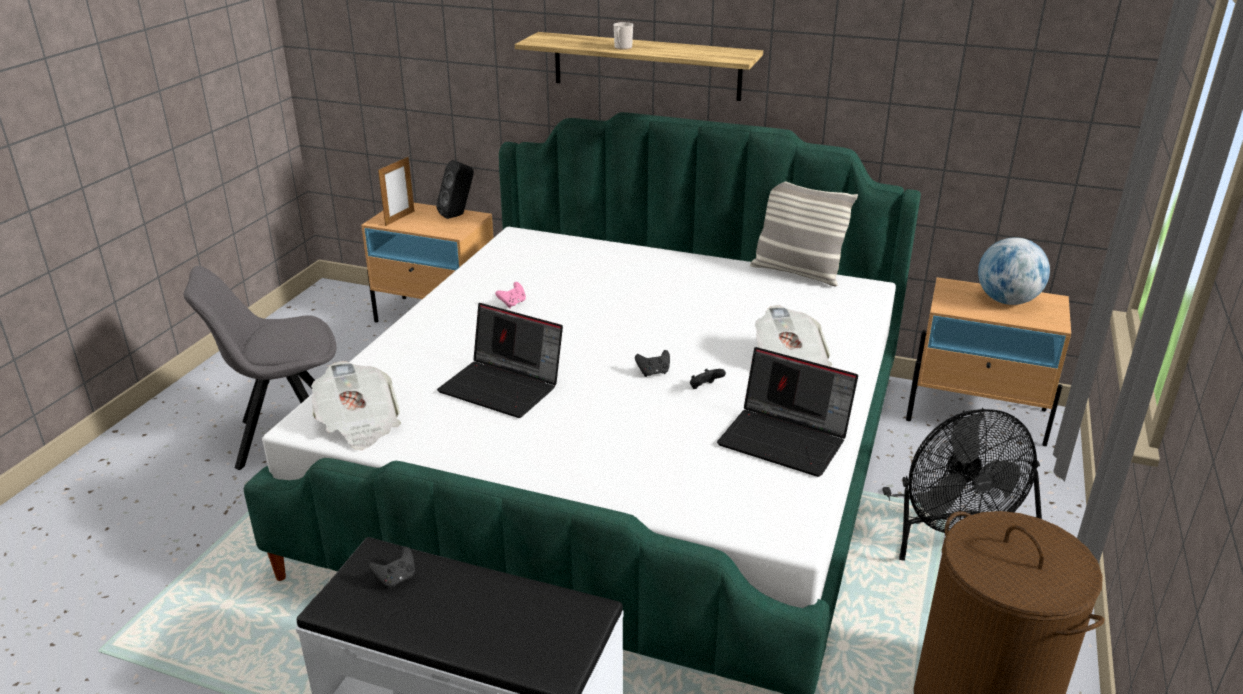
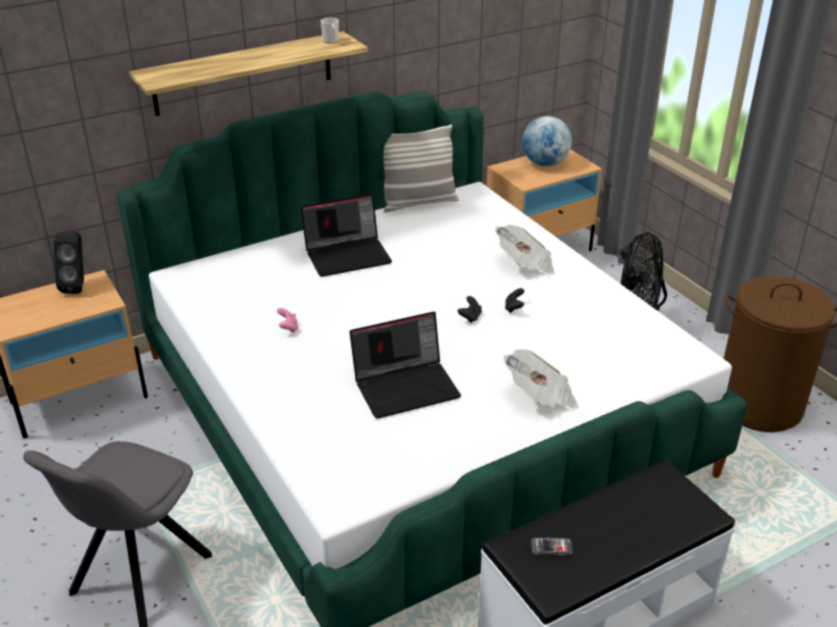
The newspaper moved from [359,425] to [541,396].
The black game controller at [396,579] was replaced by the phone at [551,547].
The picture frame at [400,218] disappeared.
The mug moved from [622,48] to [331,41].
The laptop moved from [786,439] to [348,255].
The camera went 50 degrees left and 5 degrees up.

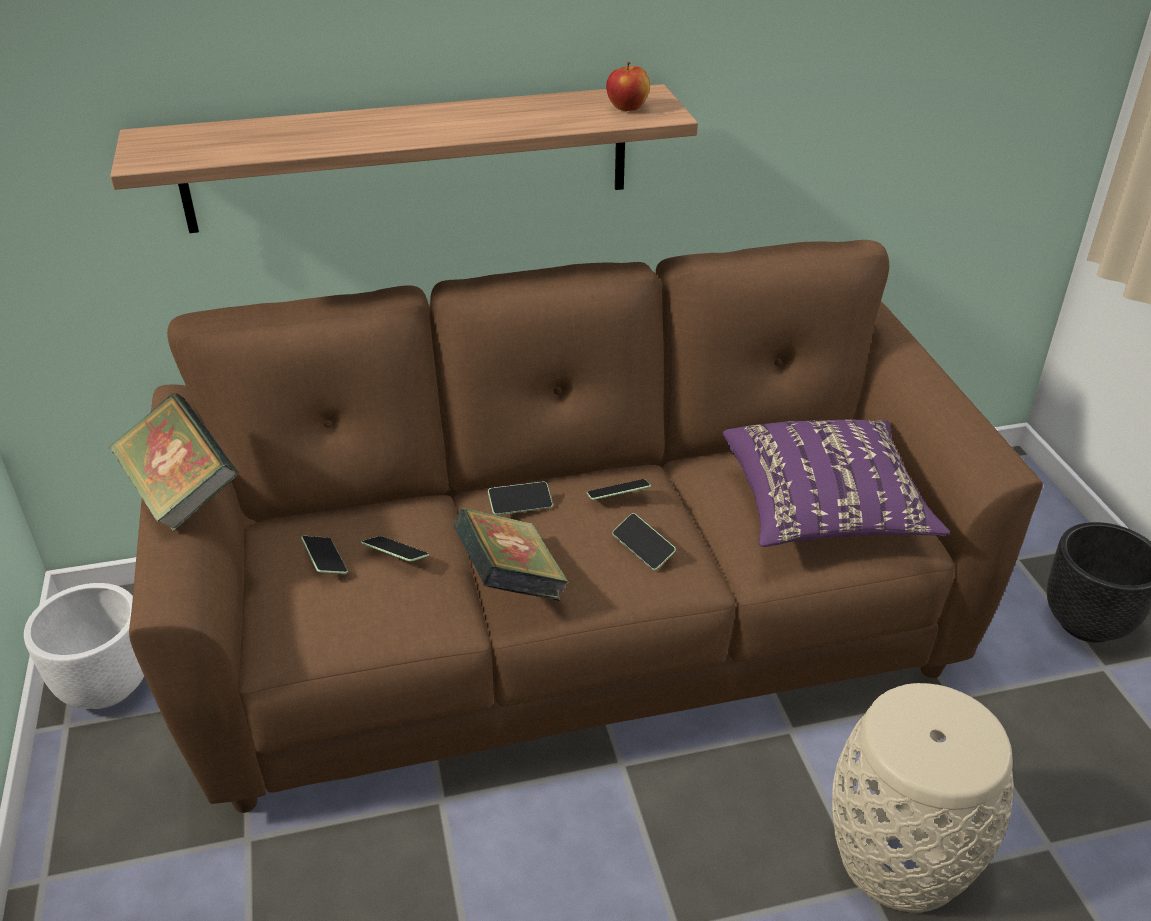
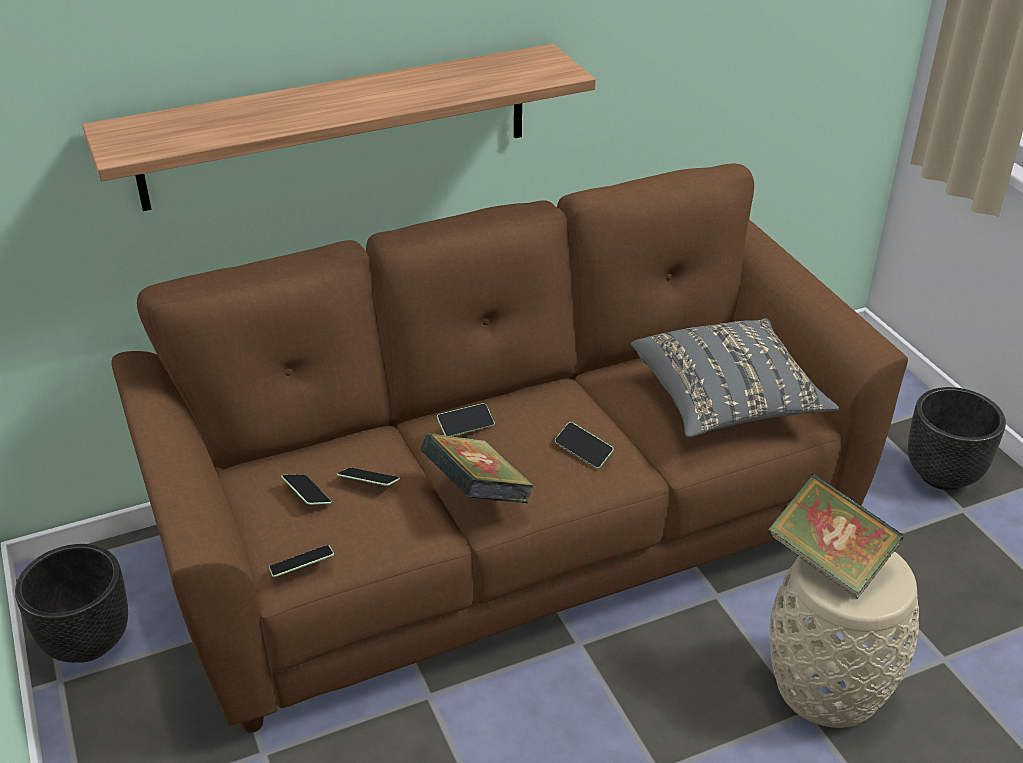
The white planter at [104,686] became the black planter at [86,641].
The book moved from [181,492] to [829,561].
The phone moved from [618,496] to [302,567].
The apple at [627,108] disappeared.
The purple pillow at [823,509] became the grey pillow at [726,401].
The camera went 10 degrees left and 0 degrees up.

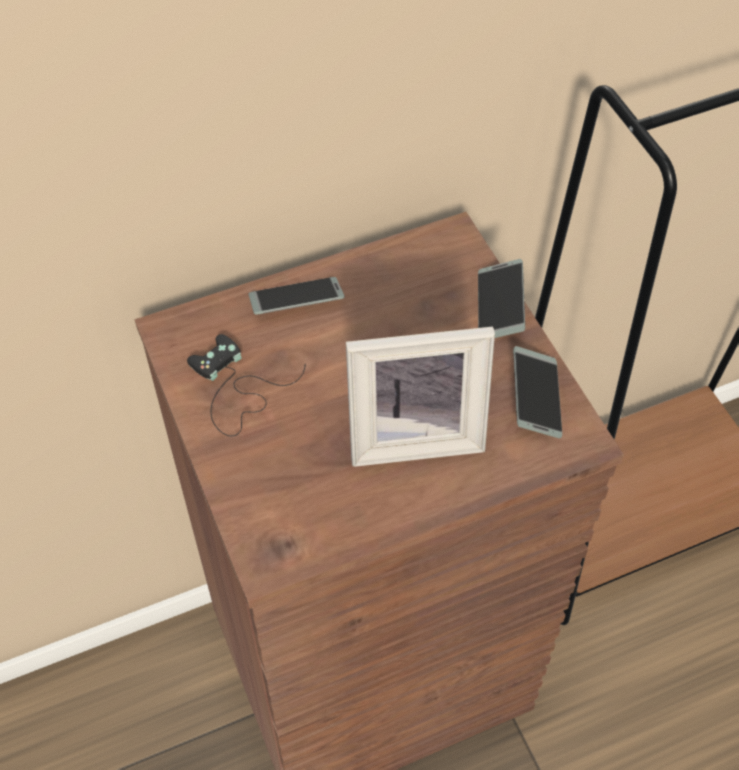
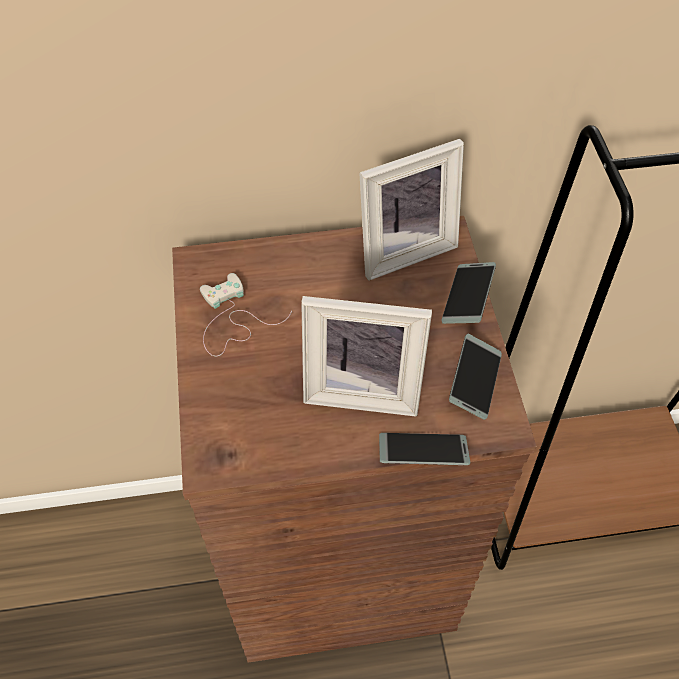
The black game controller at [236,389] became the white game controller at [232,319].
The phone moved from [296,302] to [422,453].
The picture frame at [403,248] appeared.
The camera went 15 degrees right and 0 degrees up.

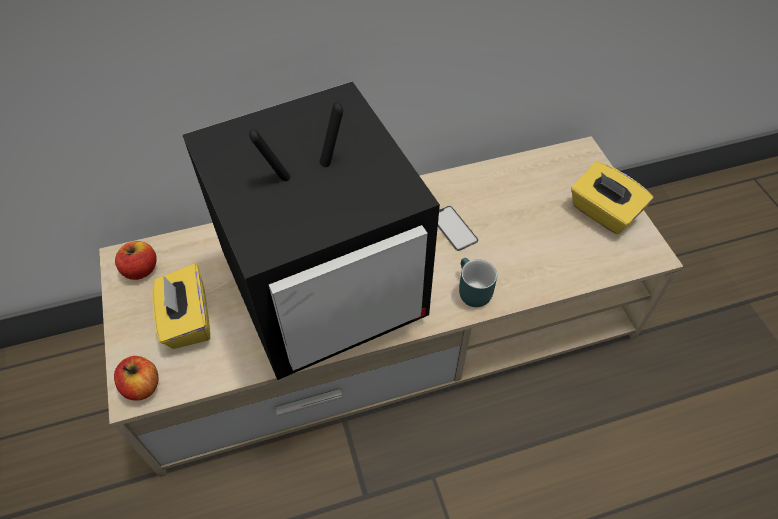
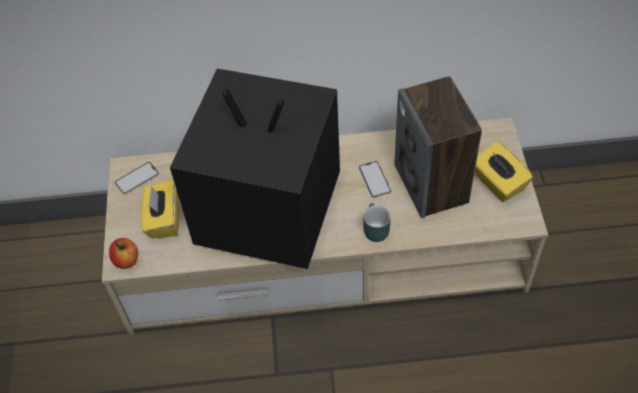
The apple at [141,269] was replaced by the phone at [137,178].
The television at [326,289] turned 150 degrees counterclockwise.
The speaker at [431,184] appeared.
The camera went 15 degrees right and 0 degrees up.

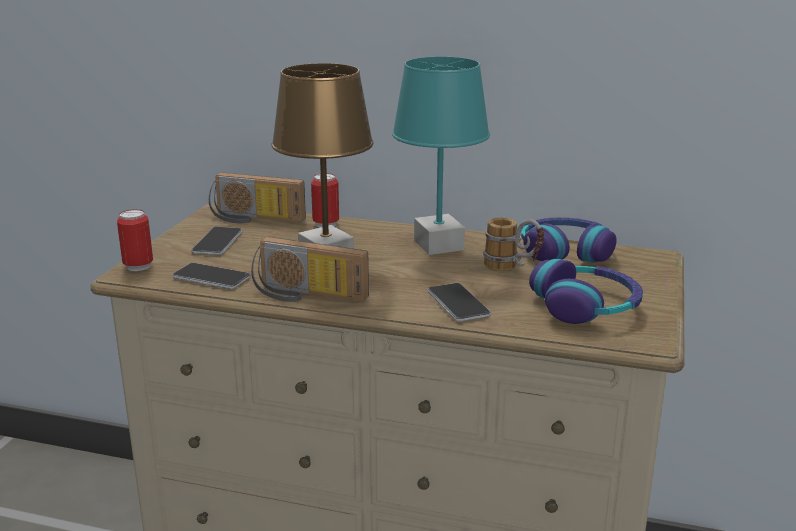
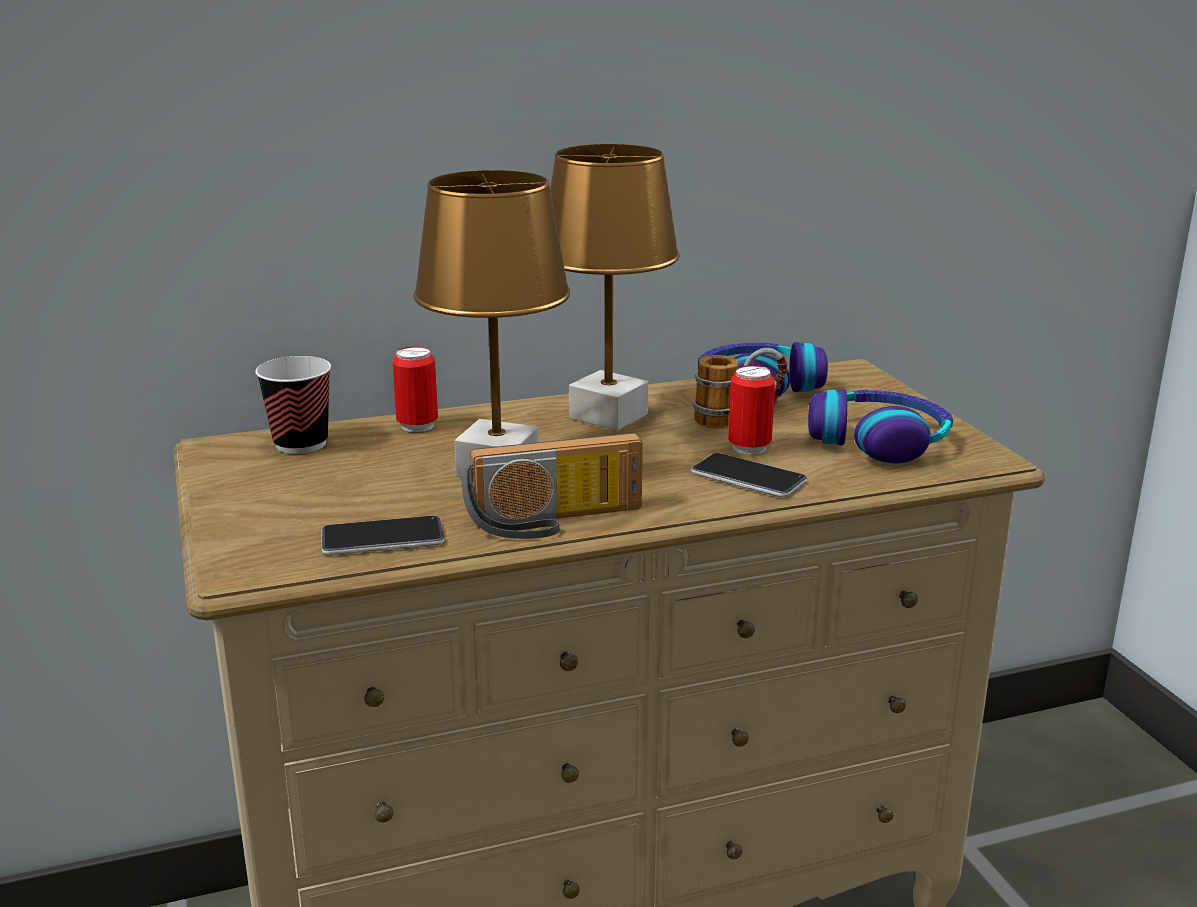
The can moved from [138,266] to [749,448].
The phone at [217,242] disappeared.
The radio at [254,219] was replaced by the cup at [301,444].
The turquoise table lamp at [439,245] became the brown table lamp at [610,416].
The camera went 35 degrees left and 0 degrees up.

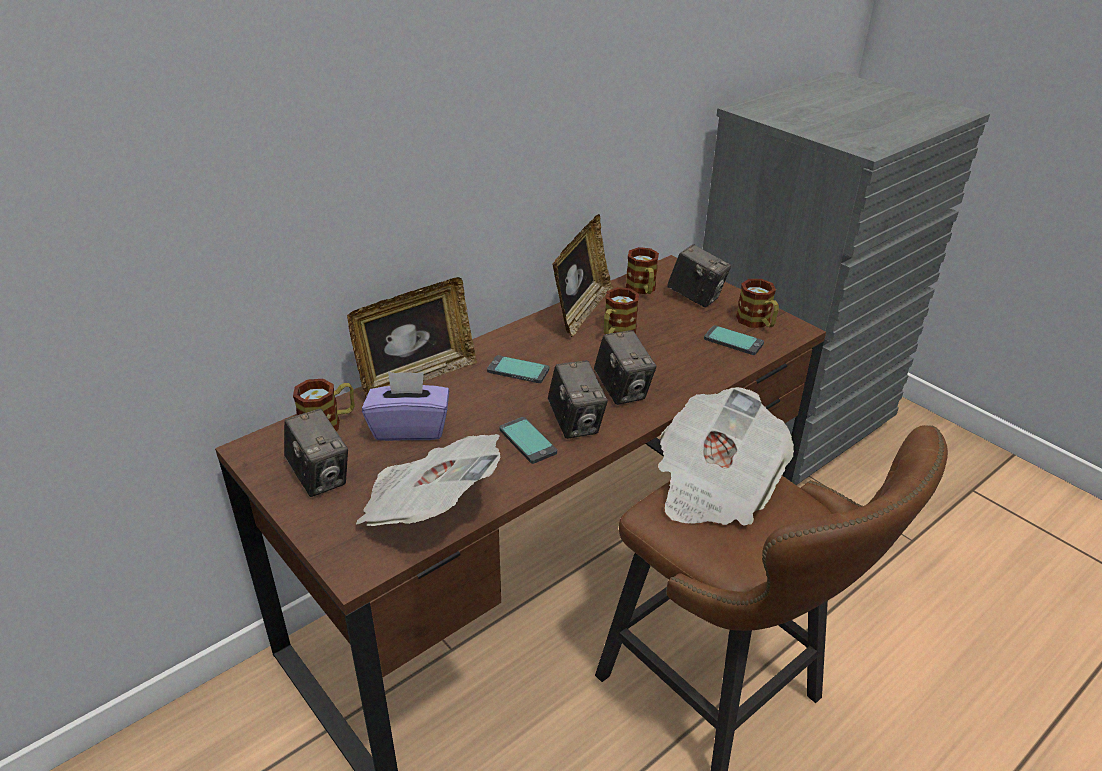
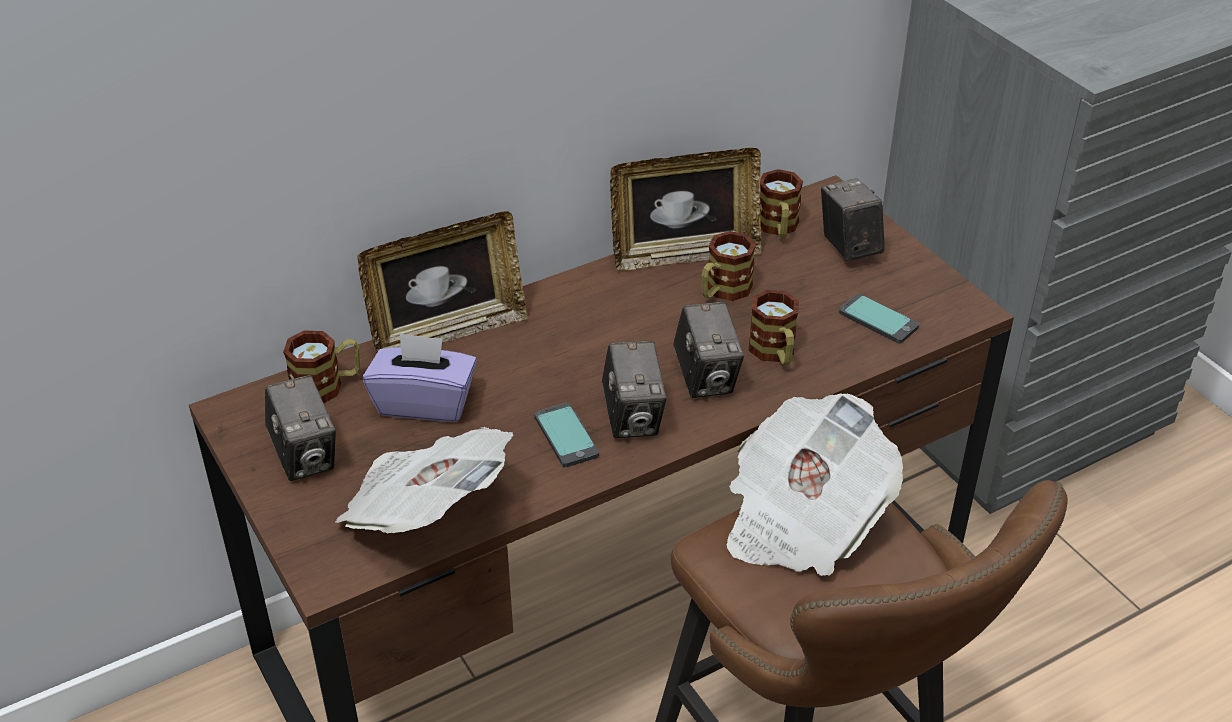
The phone at [518,371] disappeared.
The picture frame at [581,311] turned 45 degrees clockwise.
The photo camera at [696,297] turned 150 degrees counterclockwise.
The mug moved from [757,323] to [775,353].
The camera went 10 degrees right and 5 degrees up.

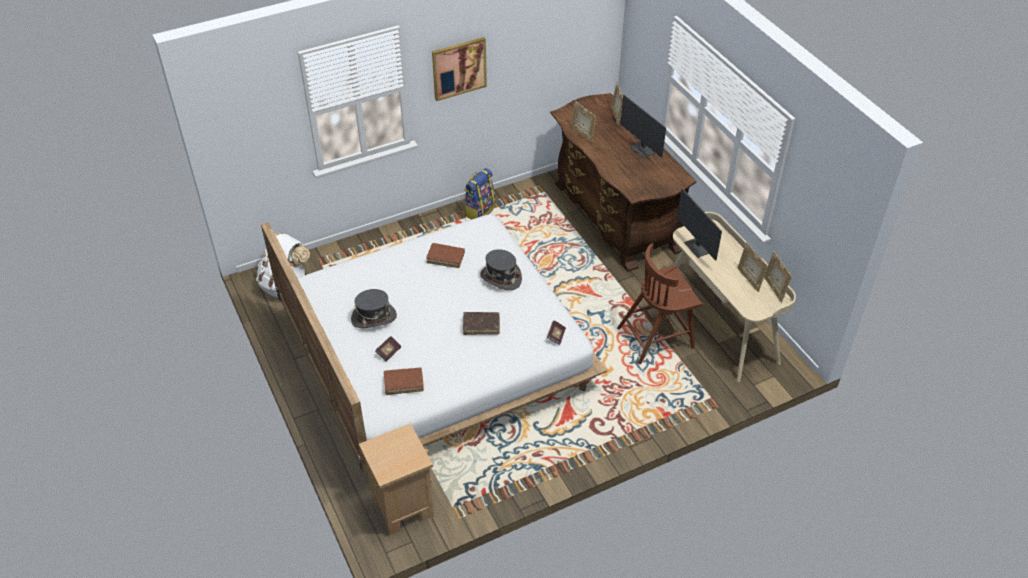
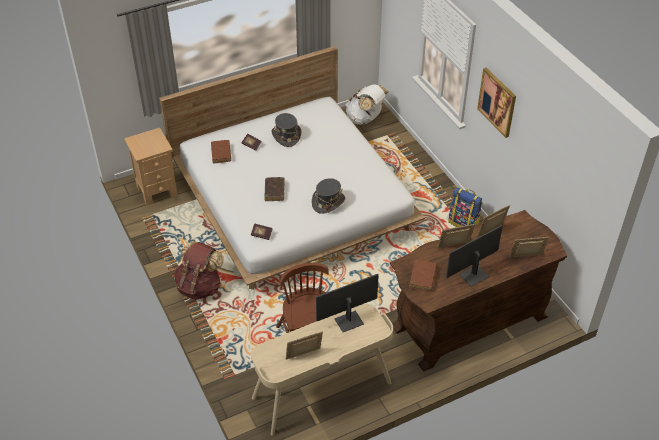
The brown book moved from [445,258] to [422,278].
The picture frame moved from [774,289] to [454,246].
The brown backpack at [200,287] appeared.
The camera went 90 degrees right and 0 degrees up.

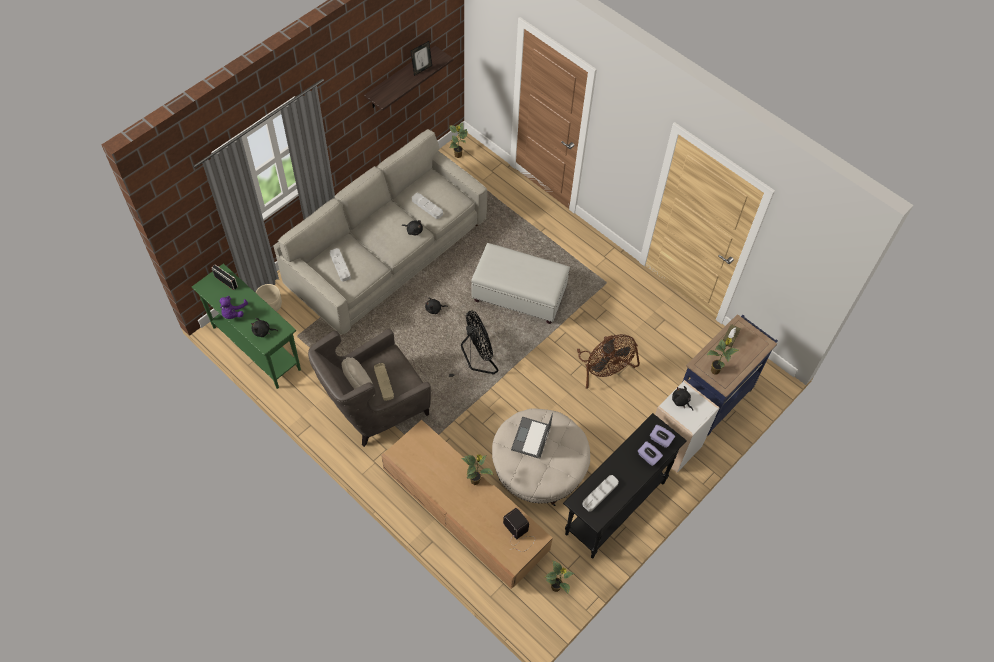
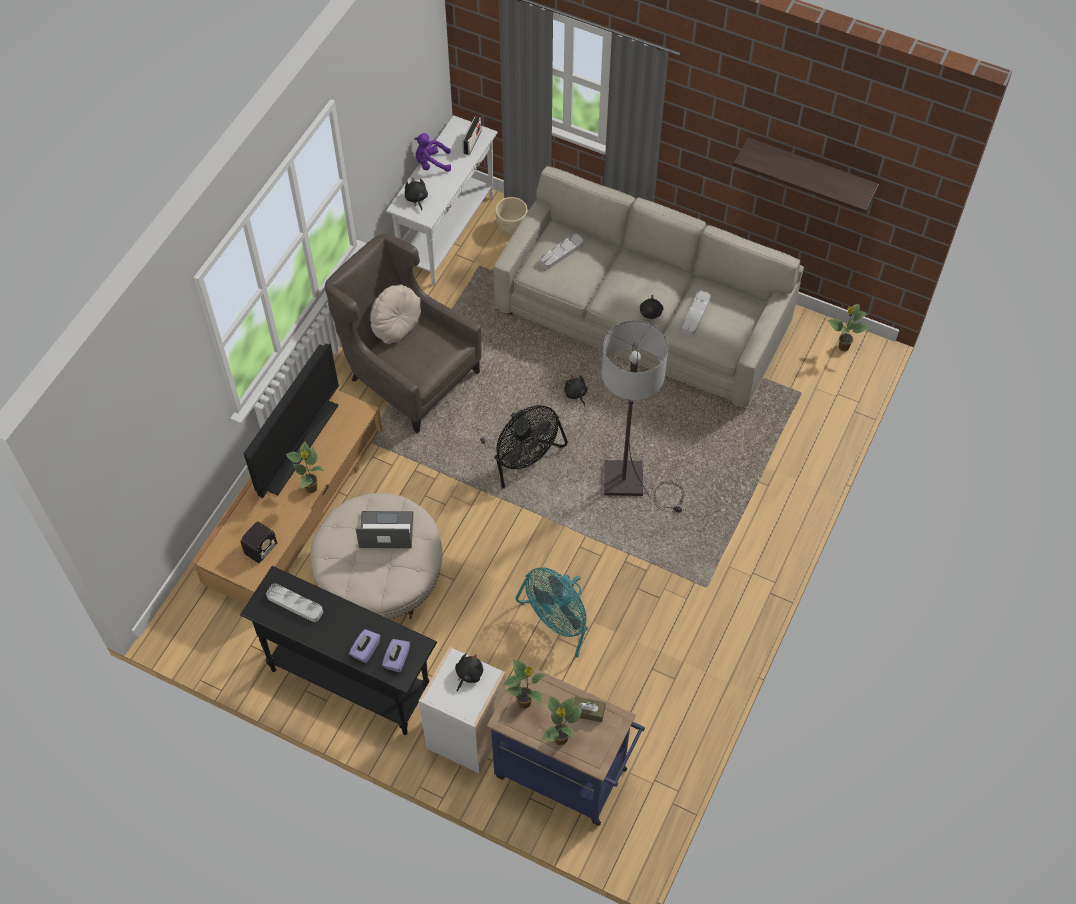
The green console table at [255,348] became the white console table at [447,233].
The beige tray at [384,382] disappeared.
The picture frame at [422,69] disappeared.
The white ottoman at [519,296] was replaced by the floor lamp at [636,485].
The potted plant moved from [556,587] to [560,739].
The brown fan at [603,369] became the turquoise fan at [559,617].
The television at [299,445] appeared.
The camera went 75 degrees right and 0 degrees up.

